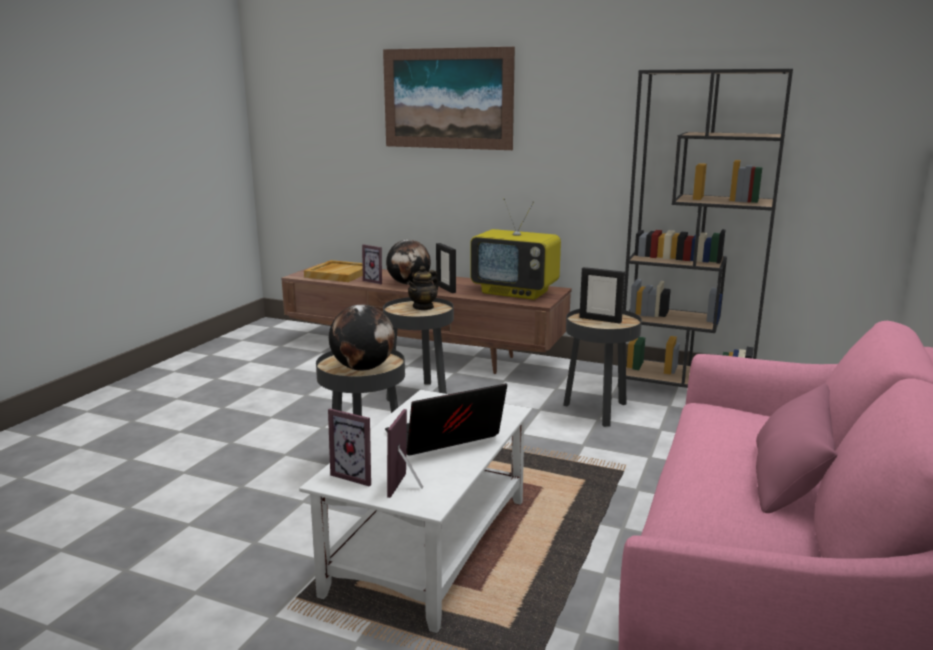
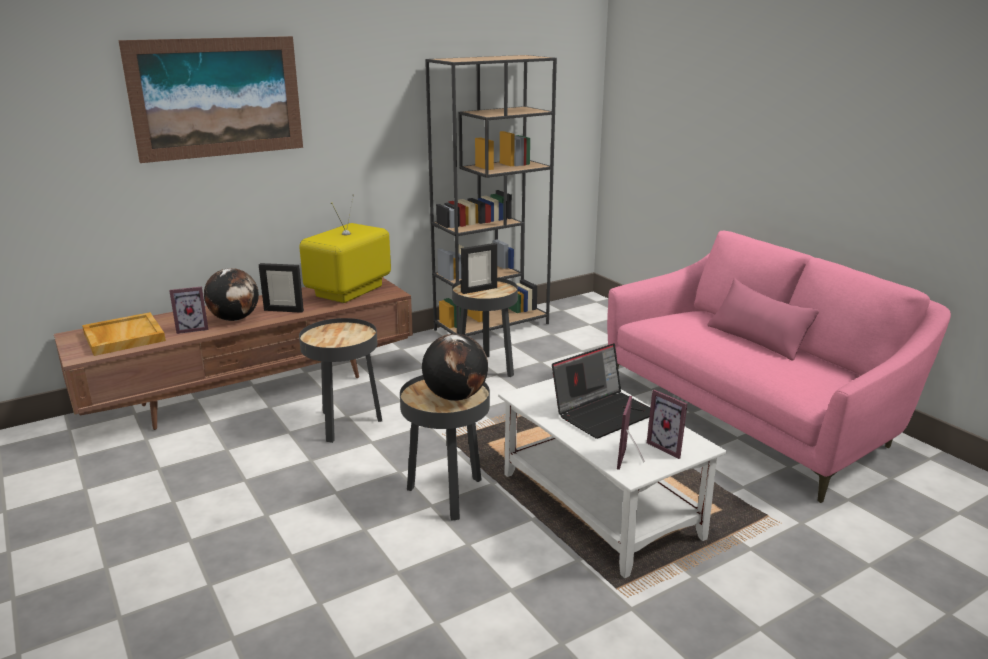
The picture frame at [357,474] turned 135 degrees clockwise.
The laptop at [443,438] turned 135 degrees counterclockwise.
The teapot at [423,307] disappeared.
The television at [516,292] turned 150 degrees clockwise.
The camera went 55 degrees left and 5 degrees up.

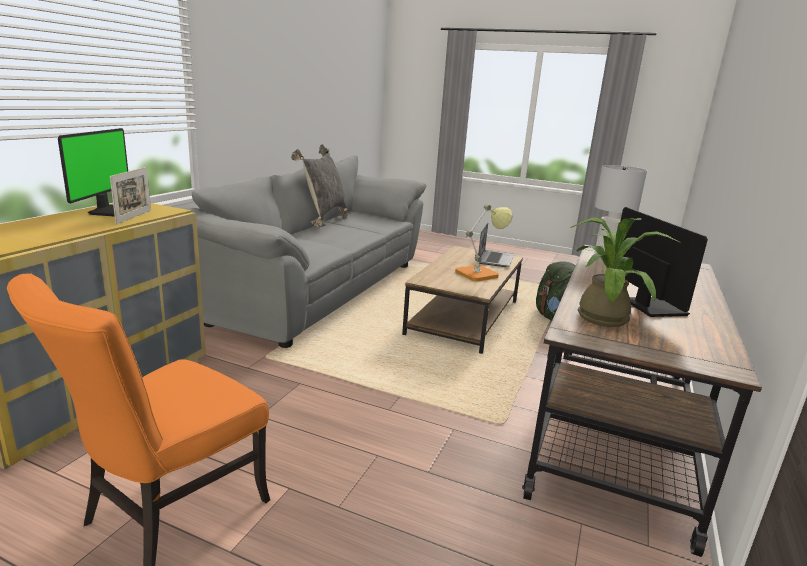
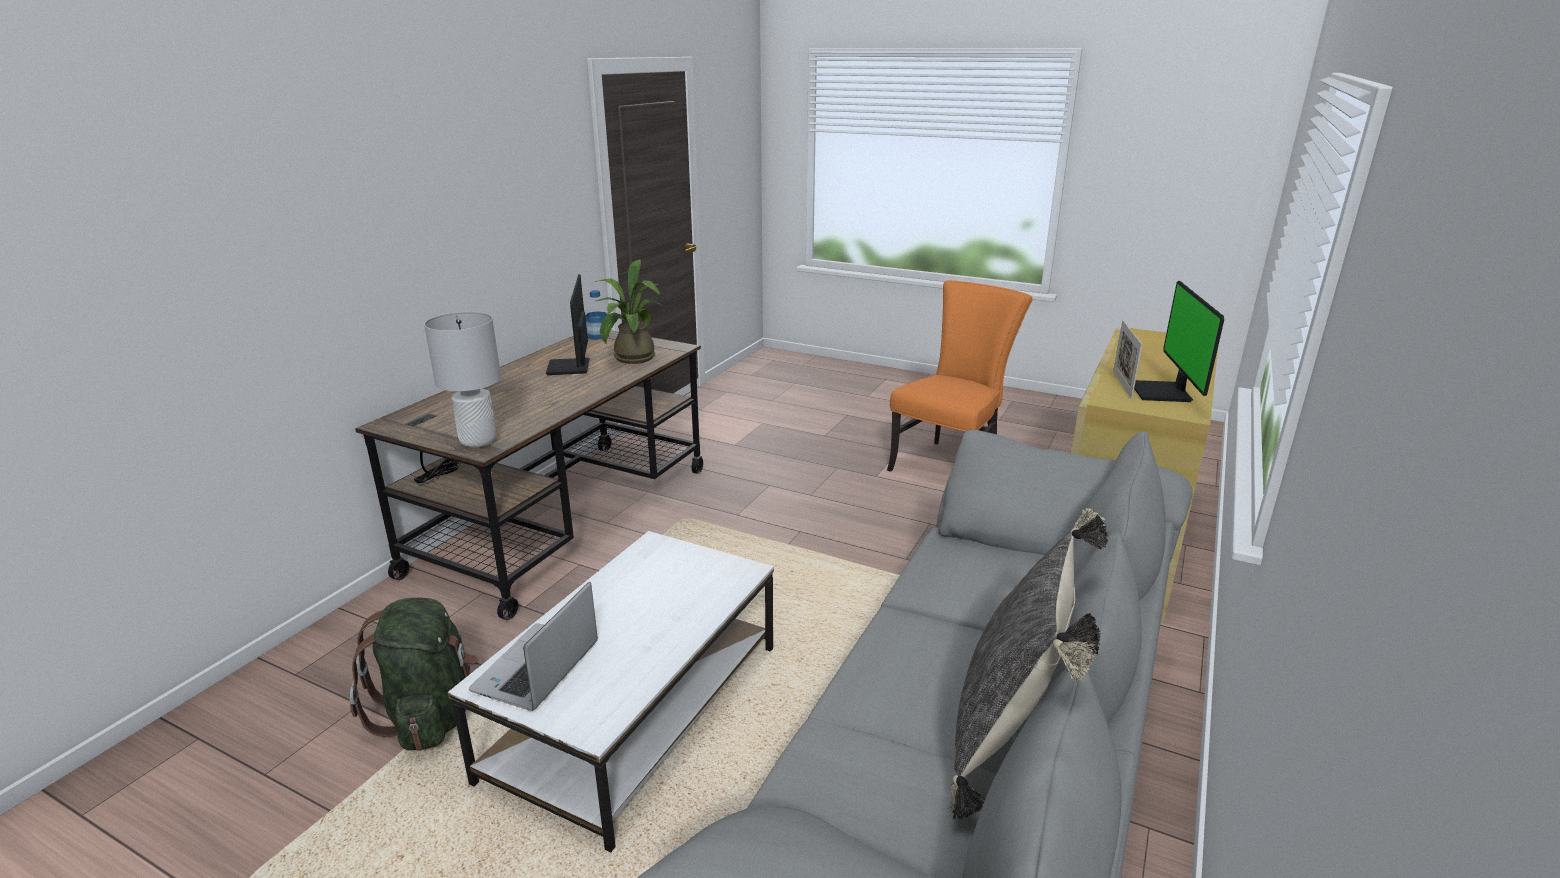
The brown coffee table at [464,317] became the white coffee table at [635,712].
The table lamp at [480,273] disappeared.
The bottle at [598,336] appeared.
The camera went 175 degrees left and 5 degrees up.

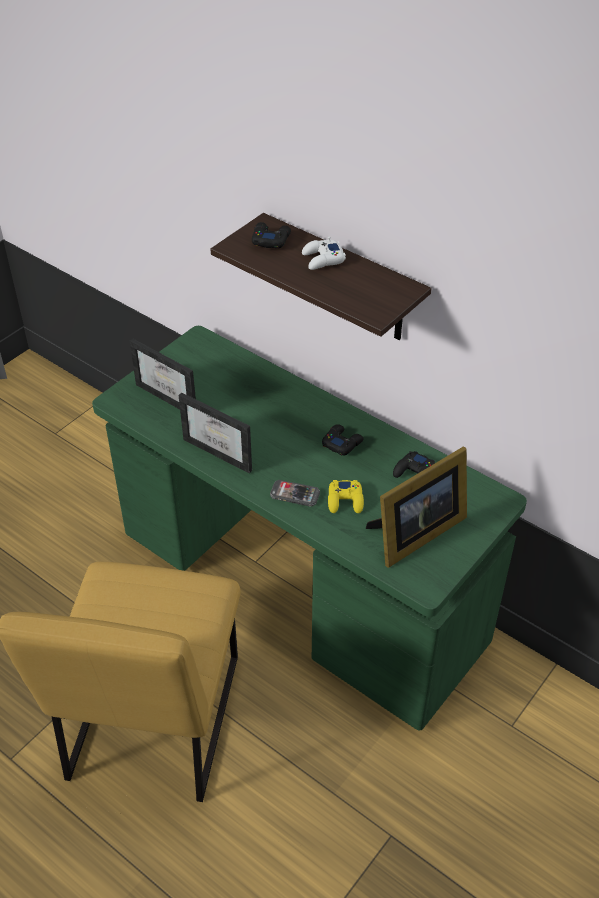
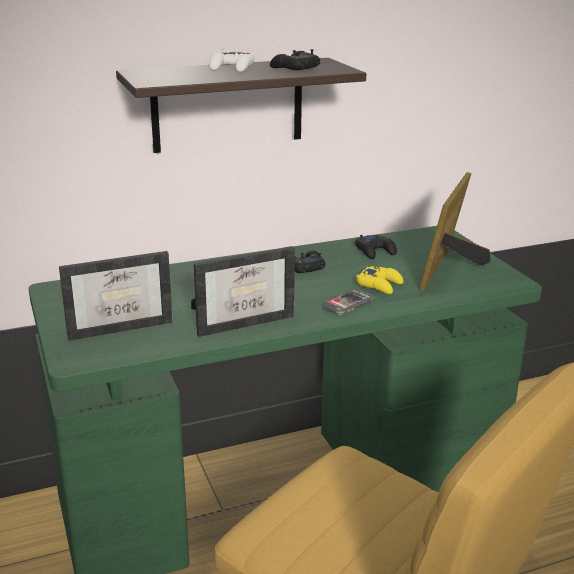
The black game controller moved from [270,239] to [294,68].
The picture frame at [414,534] turned 150 degrees counterclockwise.
The camera went 60 degrees left and 20 degrees down.

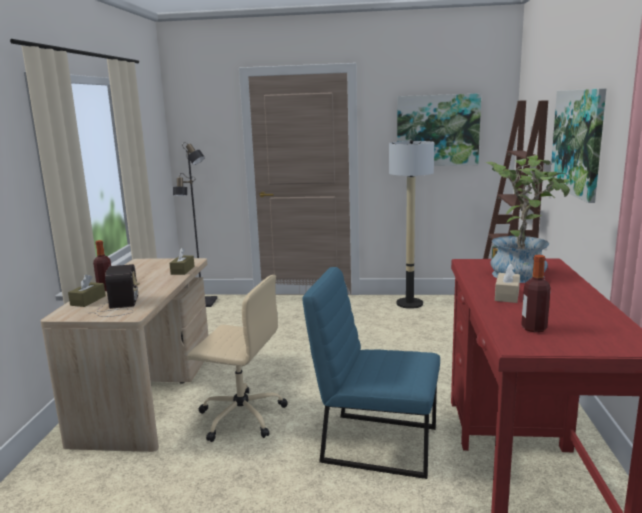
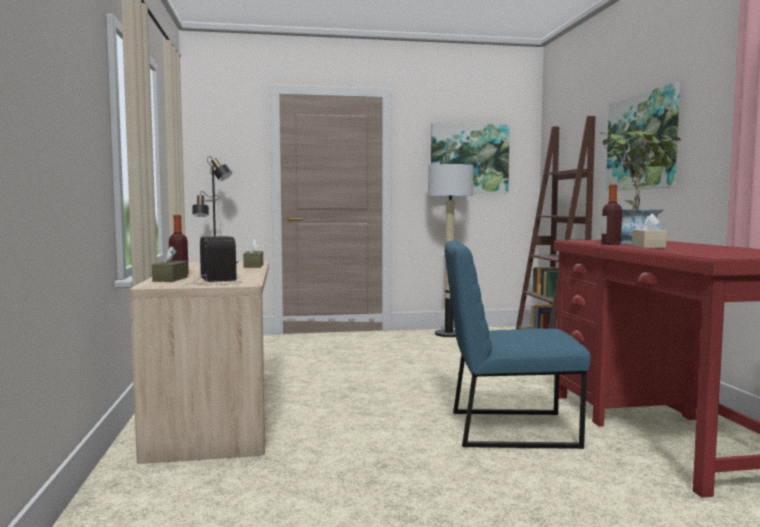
The beige office chair at [240,416] disappeared.
The bottle moved from [534,328] to [611,244].
The camera went 15 degrees left and 10 degrees down.

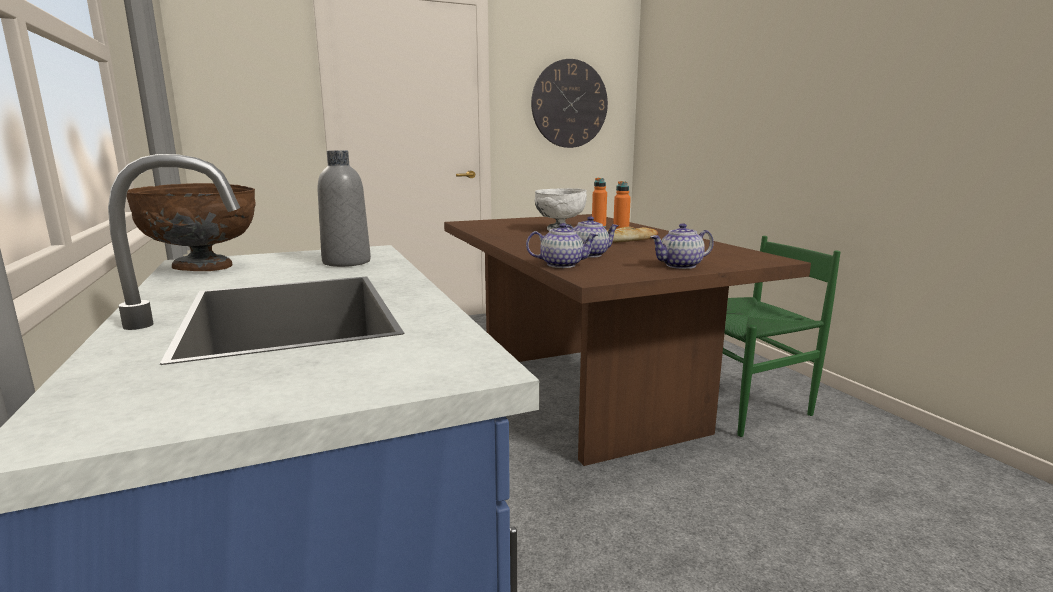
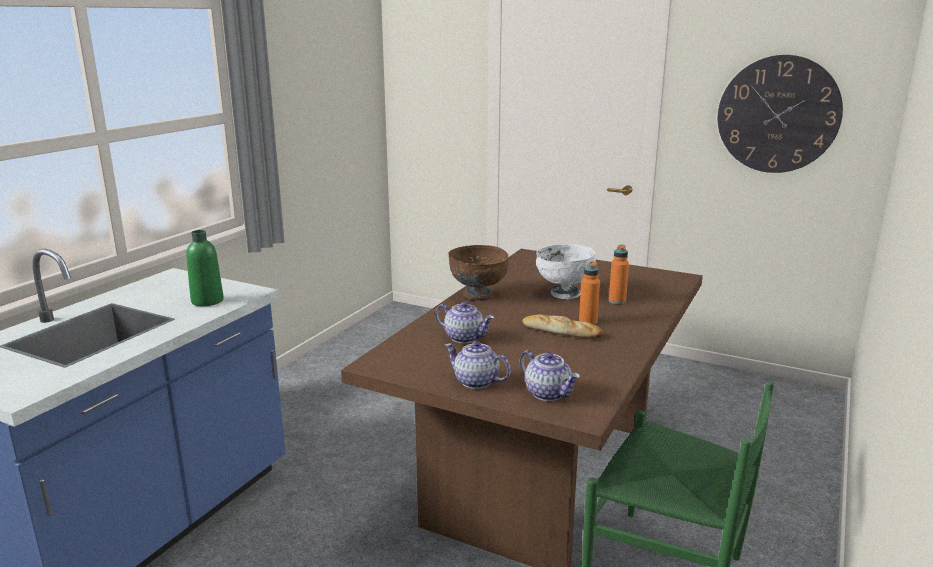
The brown bowl moved from [204,268] to [478,296].
The grey bottle at [346,262] became the green bottle at [207,301].
The teapot moved from [562,265] to [548,393].
The camera went 50 degrees right and 5 degrees up.

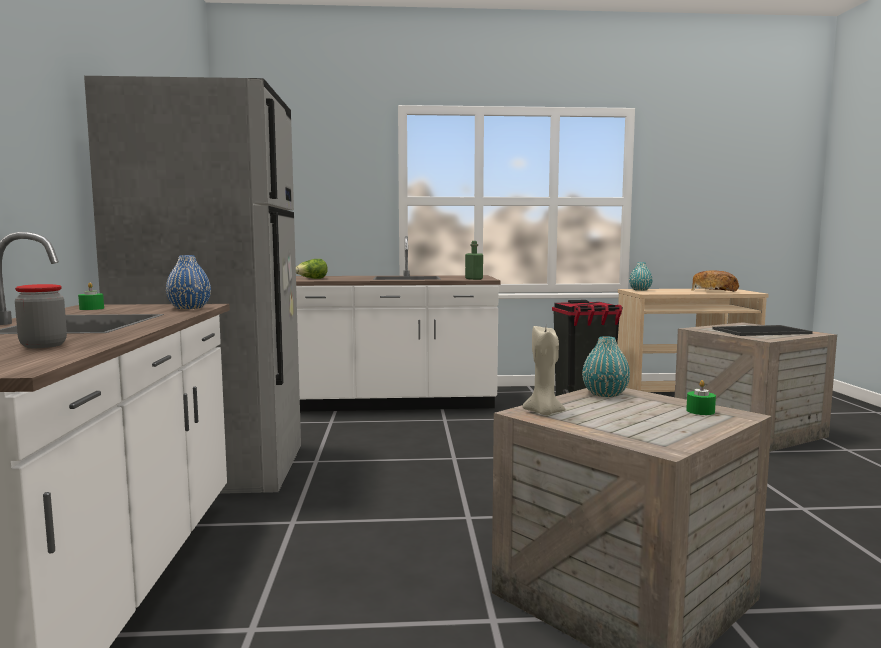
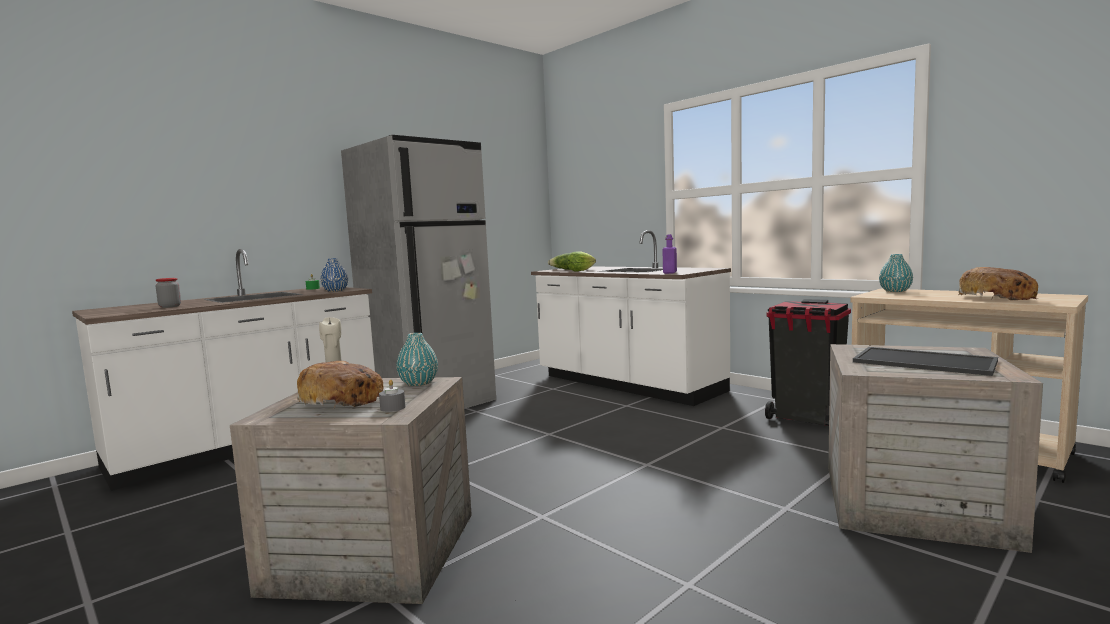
The green bottle at [474,279] became the purple bottle at [670,273].
The green candle at [700,411] became the grey candle at [392,408].
The bread at [344,400] appeared.
The lettuce at [580,271] appeared.
The camera went 50 degrees right and 0 degrees up.

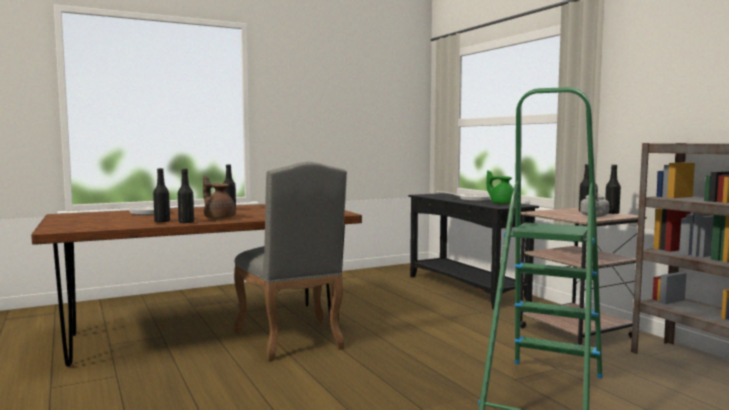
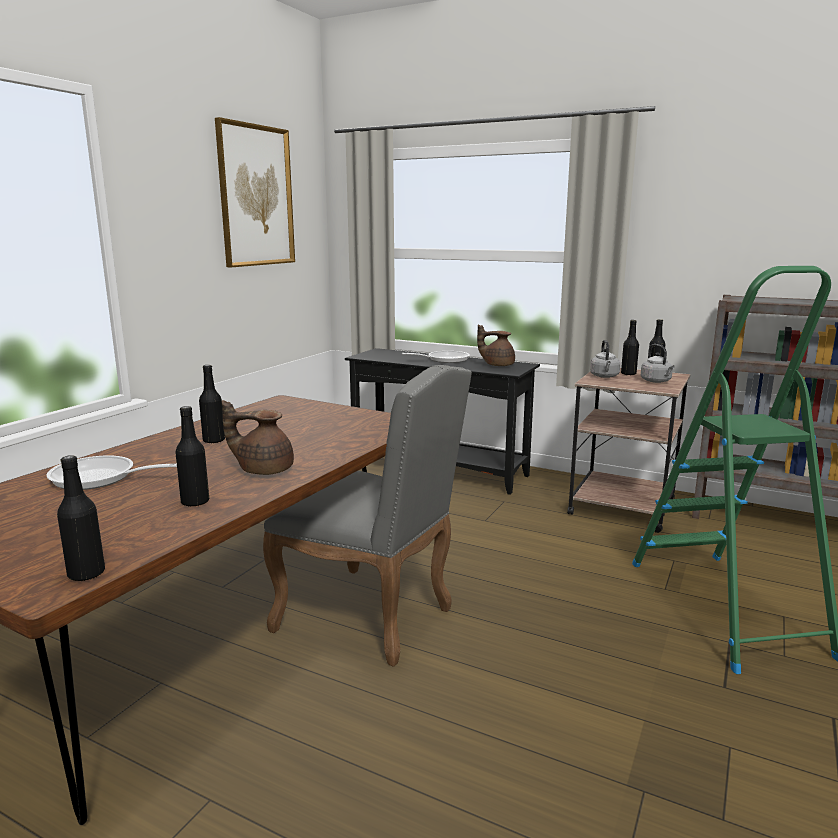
The black bottle moved from [186,222] to [86,574].
The green teapot at [501,203] became the brown teapot at [497,365].
The picture at [256,196] appeared.
The grey kettle at [604,376] appeared.
The camera went 35 degrees left and 10 degrees up.

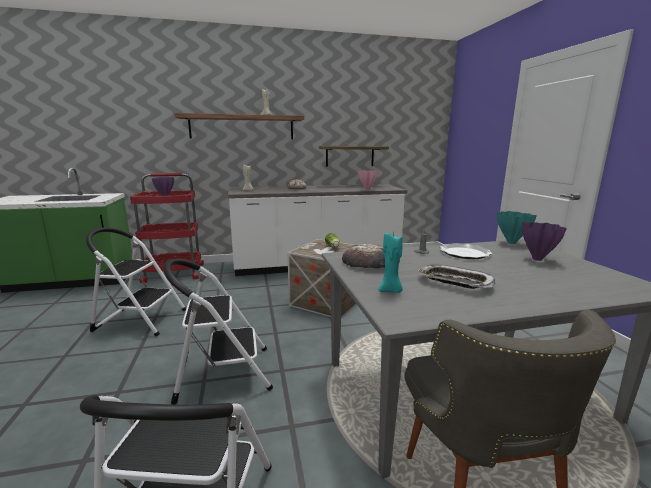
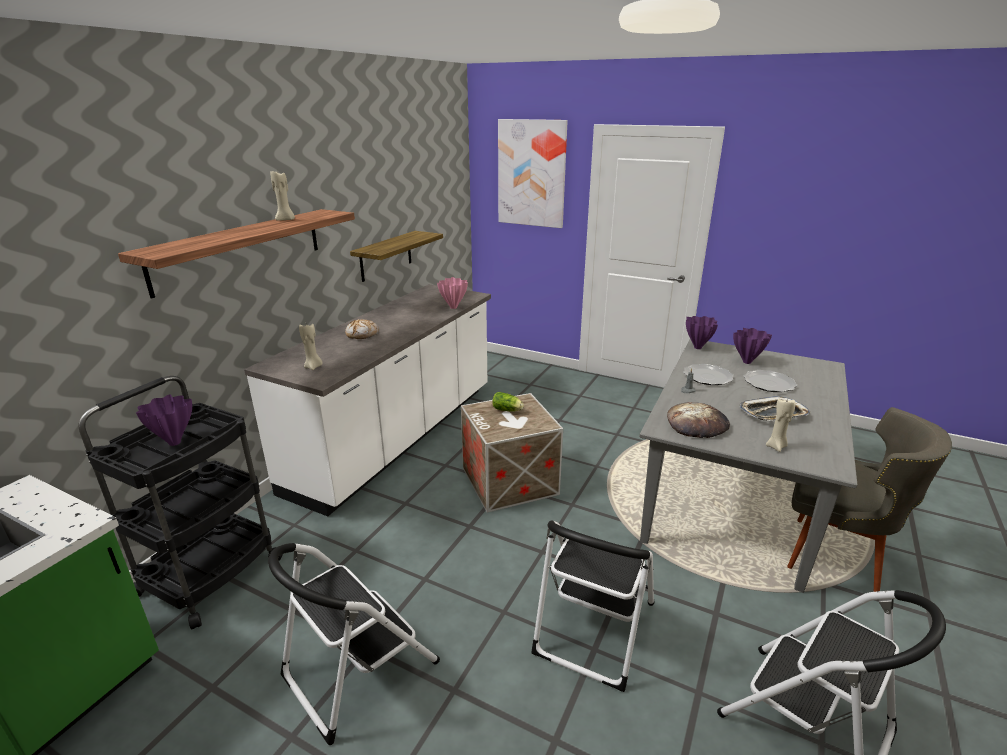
The red cart at [173,273] became the black cart at [211,576].
The turquoise candle at [390,290] became the beige candle at [776,446].
The turquoise vase at [510,243] became the purple vase at [697,348].
The picture at [531,173] appeared.
The plate at [769,383] appeared.
The camera went 50 degrees left and 10 degrees up.

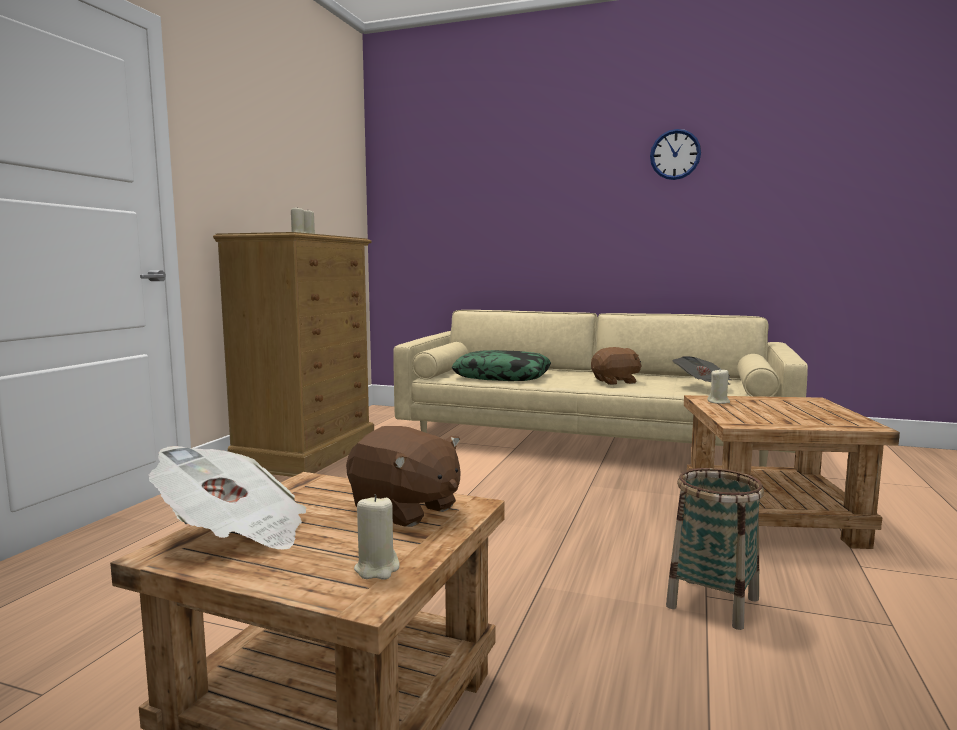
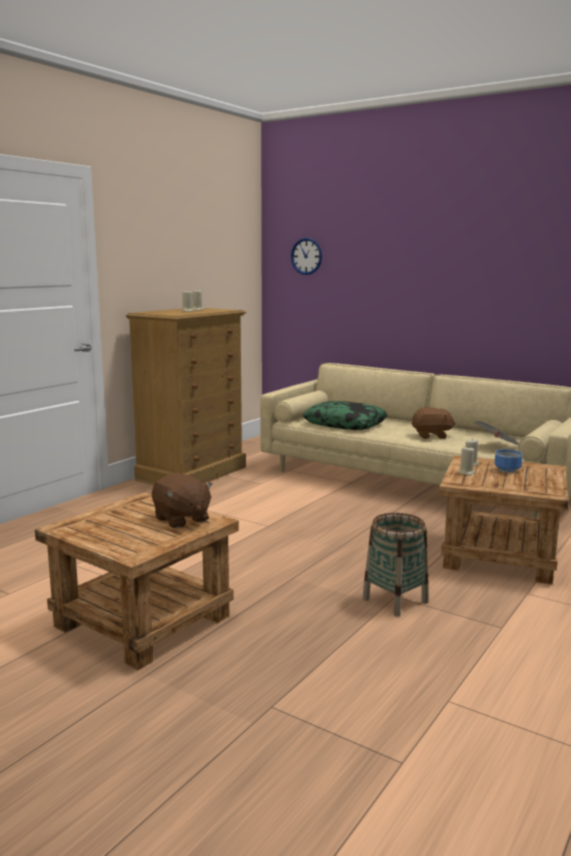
The newspaper at [236,533] disappeared.
The beige candle moved from [377,569] to [466,473].
The wall clock moved from [675,154] to [306,256].
The bowl at [508,470] appeared.
The camera went 15 degrees right and 5 degrees up.

